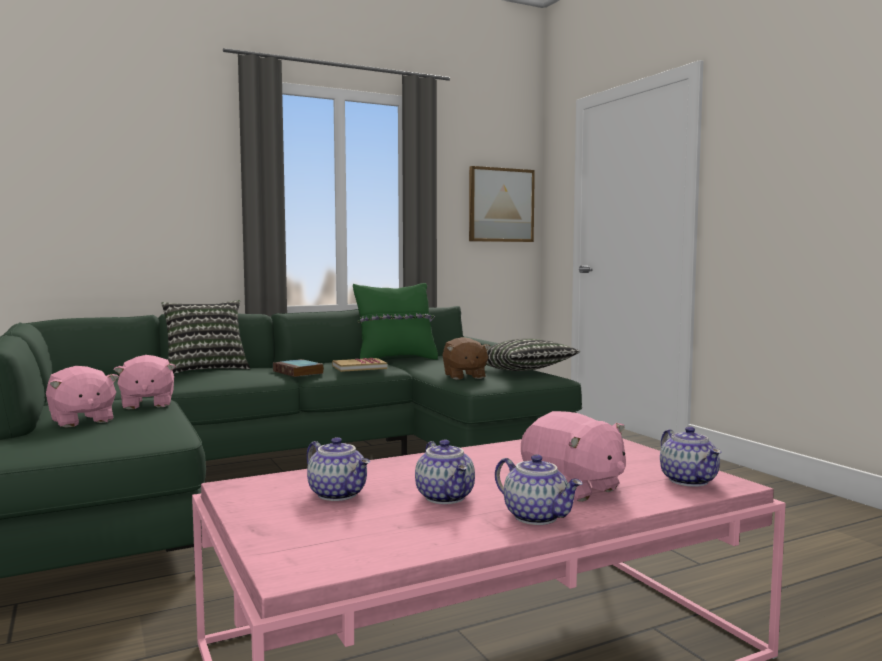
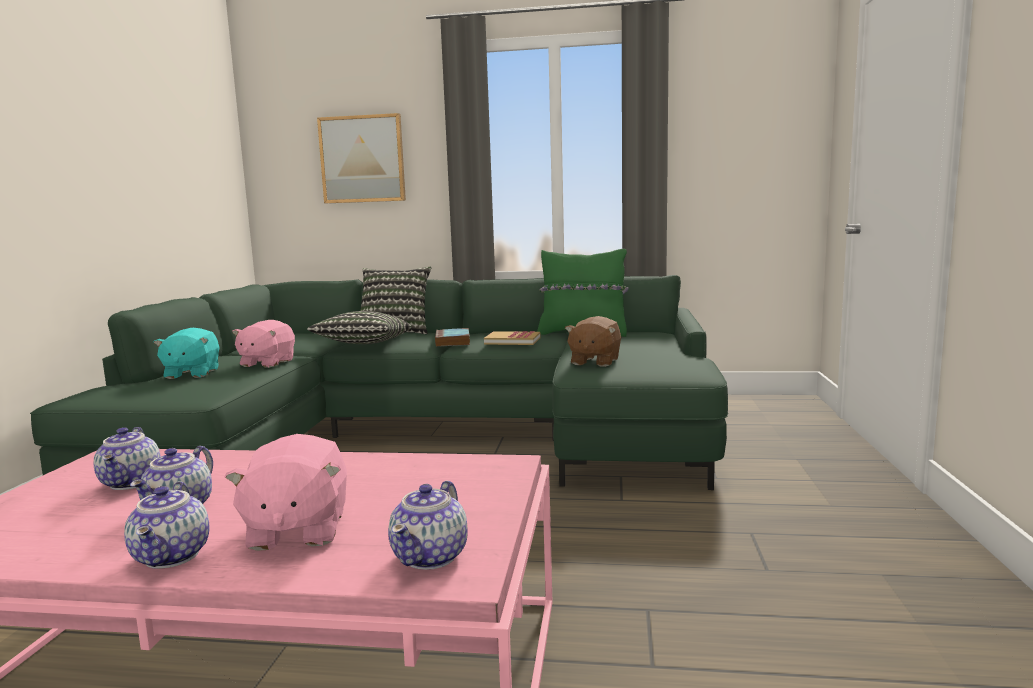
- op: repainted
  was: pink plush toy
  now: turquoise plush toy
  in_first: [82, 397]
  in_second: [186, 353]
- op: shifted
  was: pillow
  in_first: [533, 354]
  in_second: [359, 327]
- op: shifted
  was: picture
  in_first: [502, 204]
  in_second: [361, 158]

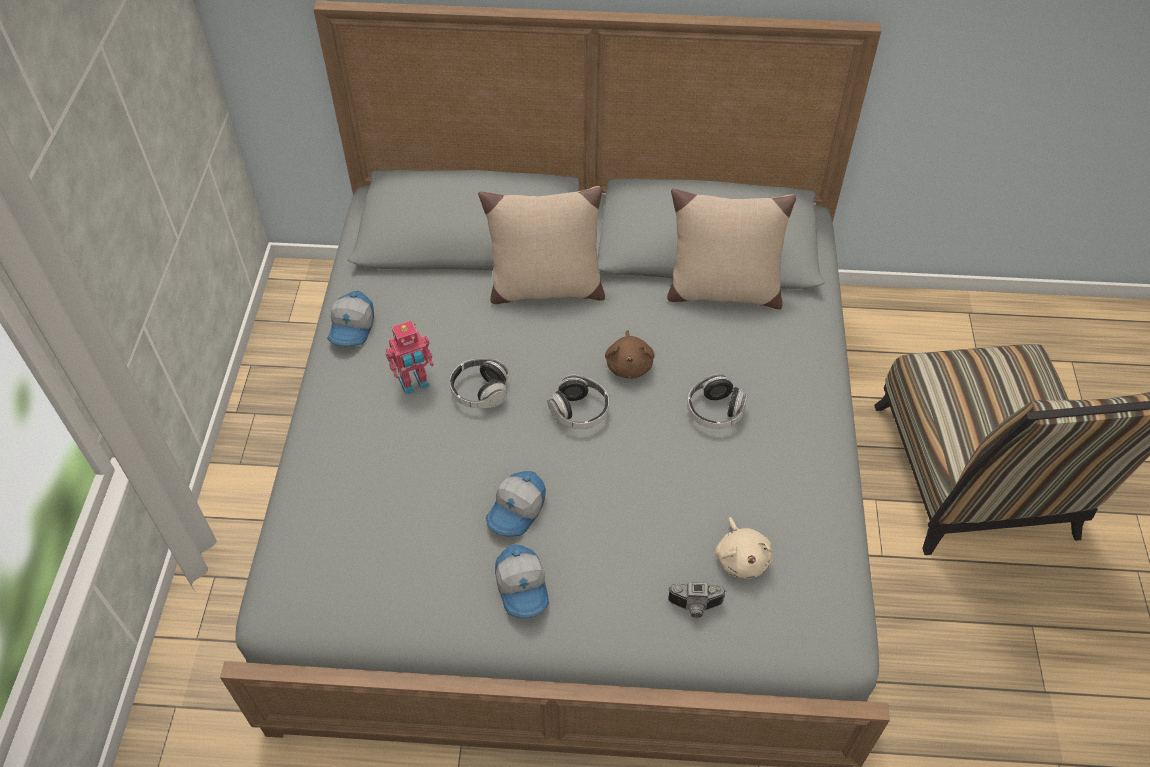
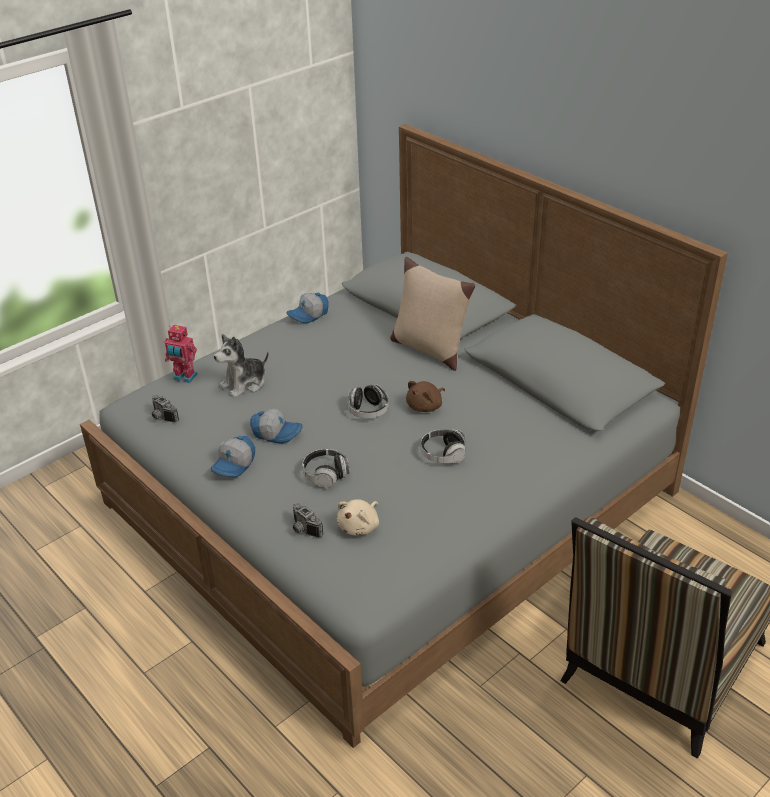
- op: new
  now: photo camera
  in_second: [165, 409]
- op: shifted
  was: toy robot
  in_first: [410, 358]
  in_second: [181, 354]
- op: new
  now: plush toy
  in_second: [241, 366]
- op: rotated
  was: cap
  in_first: [516, 503]
  in_second: [276, 426]
  clockwise: -150
- op: shifted
  was: headphones
  in_first: [479, 383]
  in_second: [326, 468]
- op: gone
  was: beige pillow
  in_first: [731, 249]

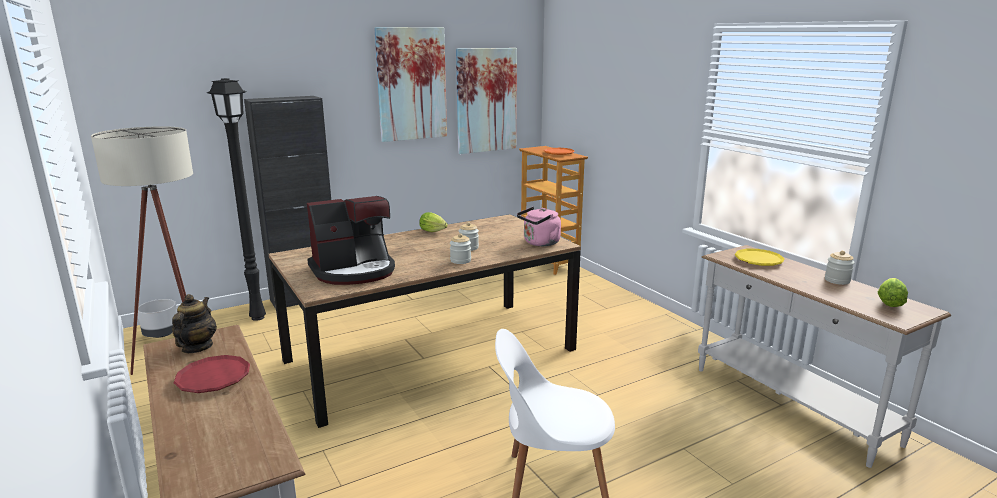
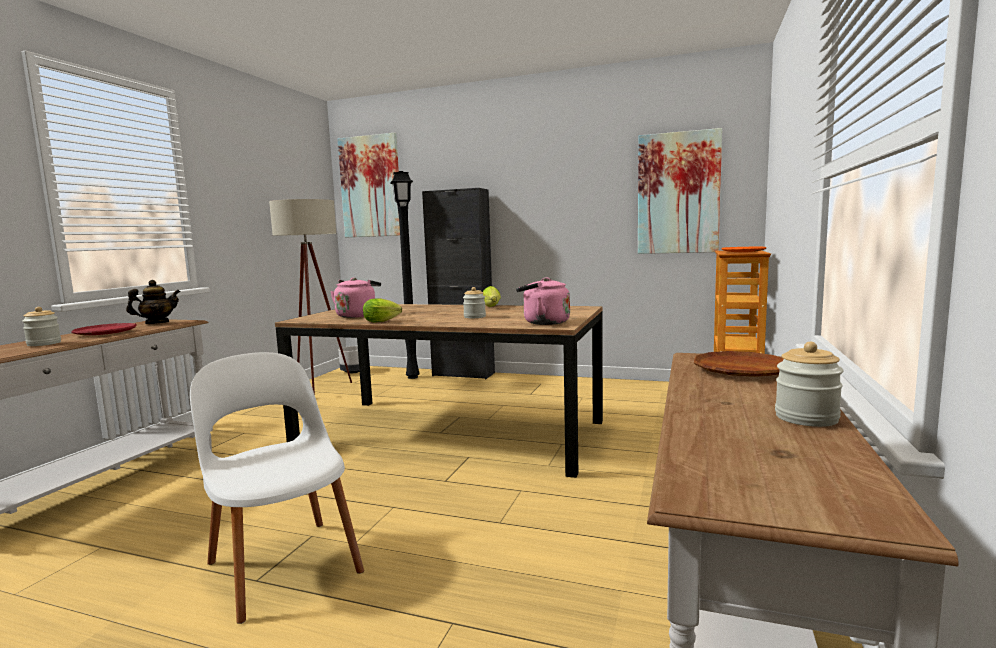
- op: shifted
  was: jar
  in_first: [460, 248]
  in_second: [41, 326]
- op: swapped
  was: coffee machine
  now: pink kettle
  in_first: [351, 240]
  in_second: [355, 297]
- op: shifted
  was: picture
  in_first: [410, 84]
  in_second: [369, 185]
- op: shifted
  was: lettuce
  in_first: [893, 292]
  in_second: [382, 310]
- op: repainted
  was: yellow plate
  now: brown plate
  in_first: [759, 257]
  in_second: [738, 364]

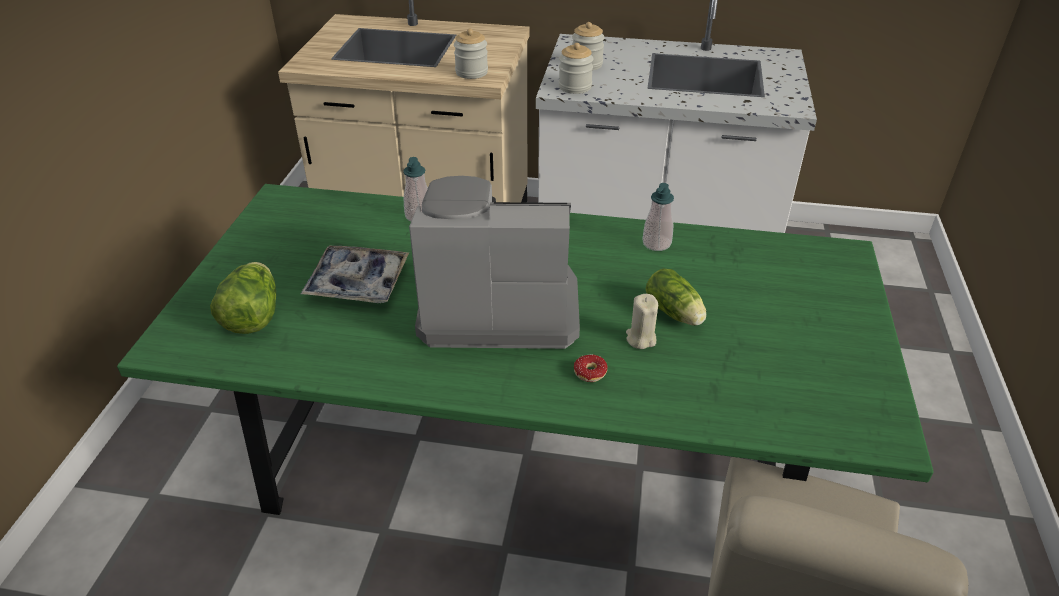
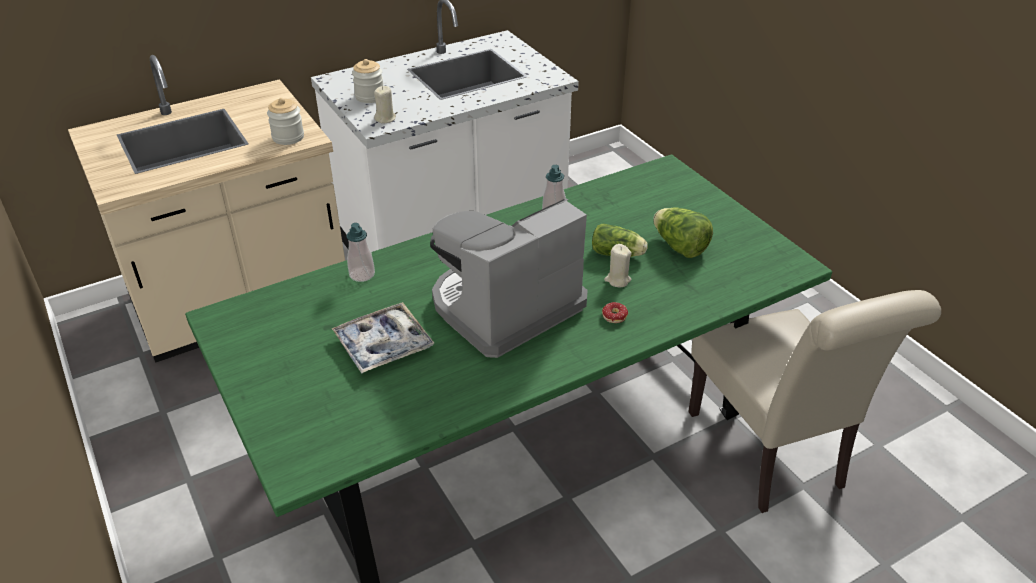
- op: swapped
  was: jar
  now: beige candle
  in_first: [576, 68]
  in_second: [385, 105]
- op: shifted
  was: lettuce
  in_first: [243, 298]
  in_second: [683, 232]

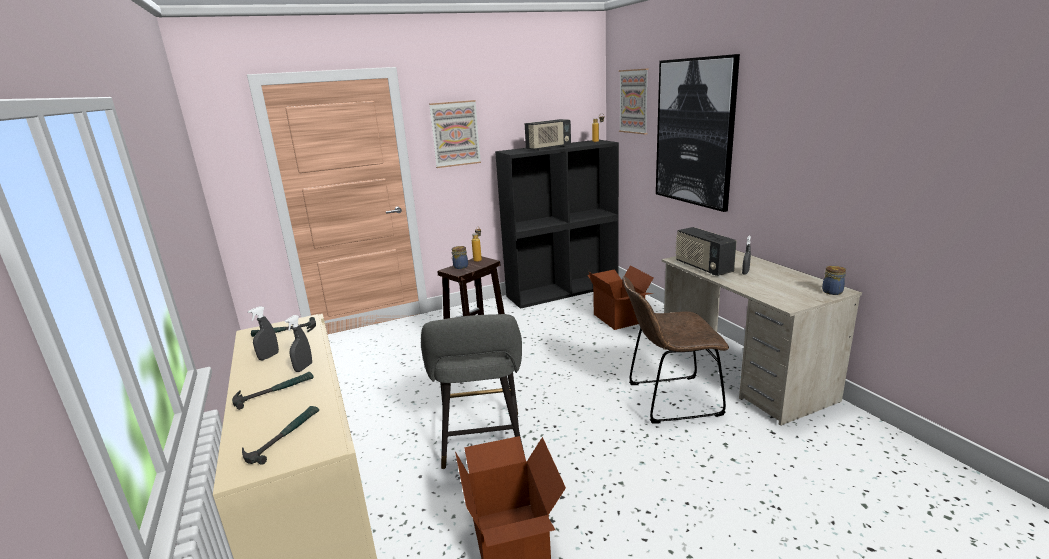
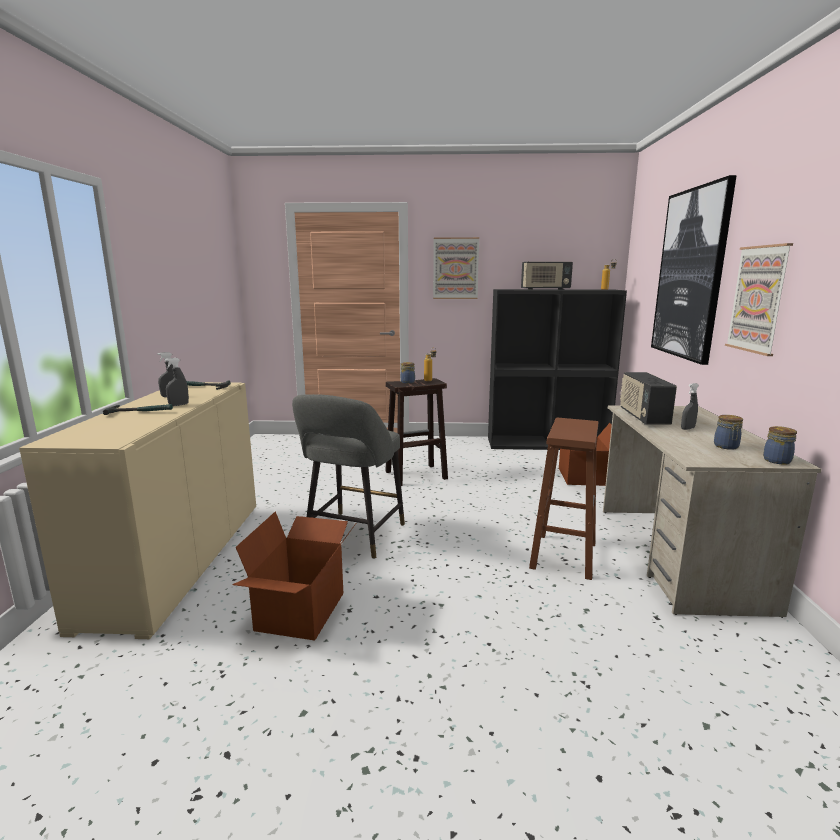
- op: swapped
  was: brown chair
  now: brown stool
  in_first: [675, 349]
  in_second: [564, 499]
- op: new
  now: jar
  in_second: [728, 432]
- op: shifted
  was: picture
  in_first: [634, 101]
  in_second: [759, 299]
- op: gone
  was: hammer
  in_first: [280, 435]

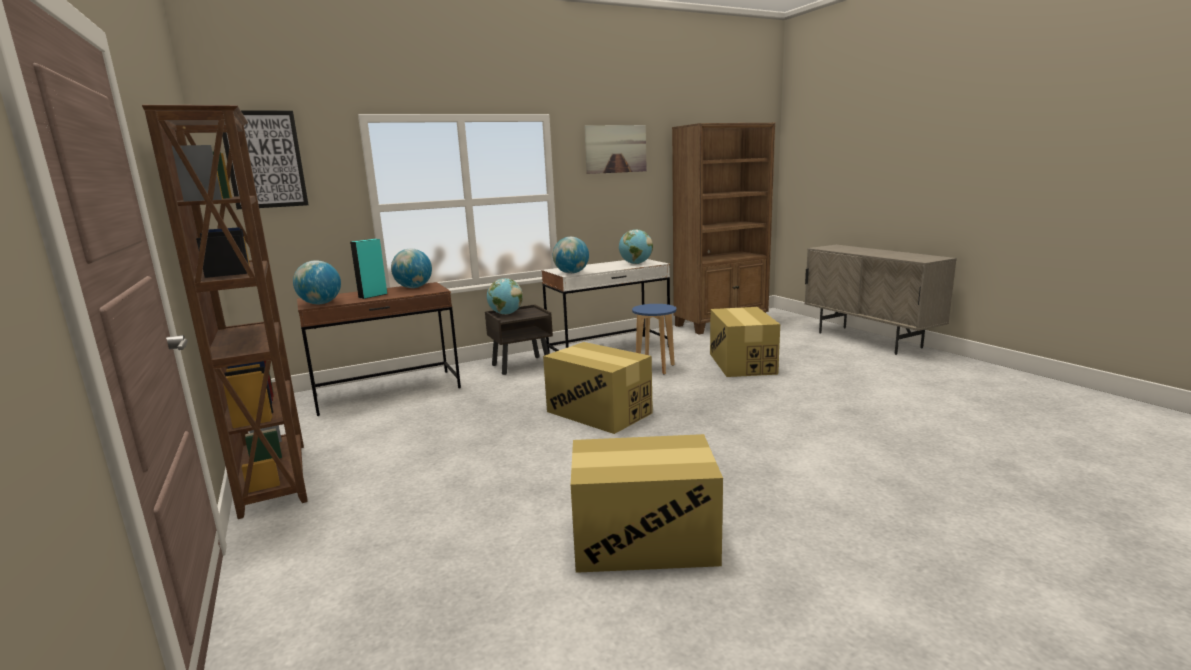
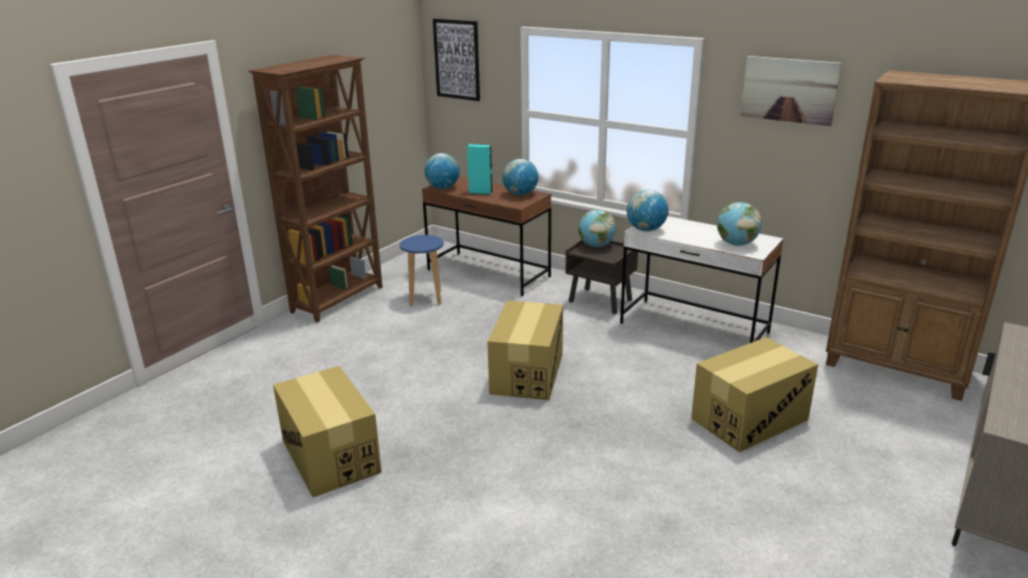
- op: shifted
  was: blue stool
  in_first: [654, 339]
  in_second: [422, 270]

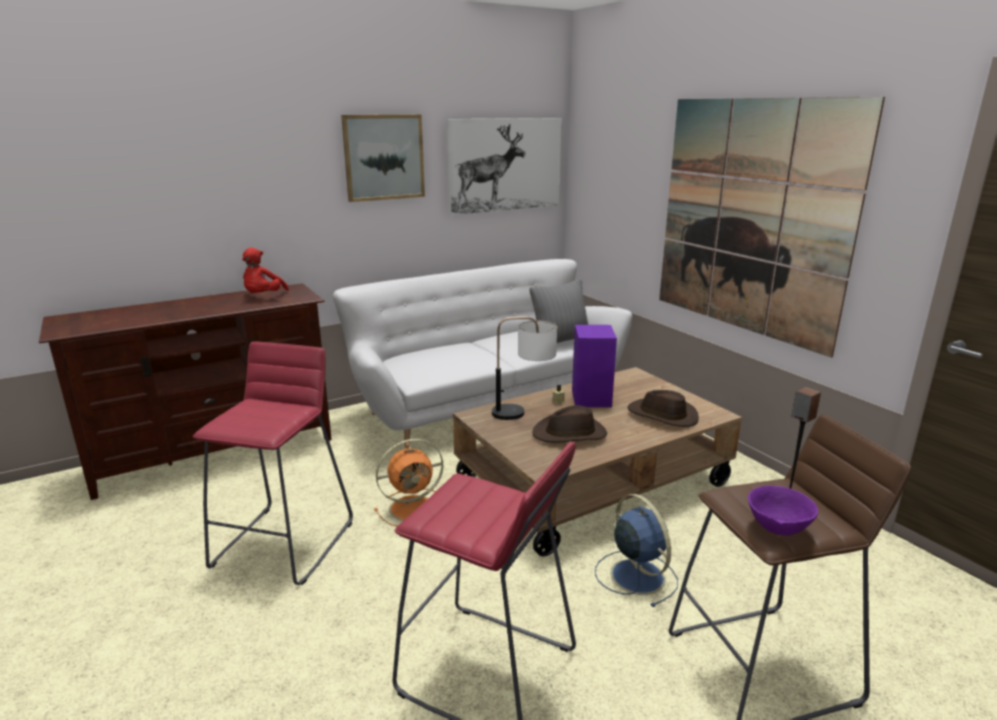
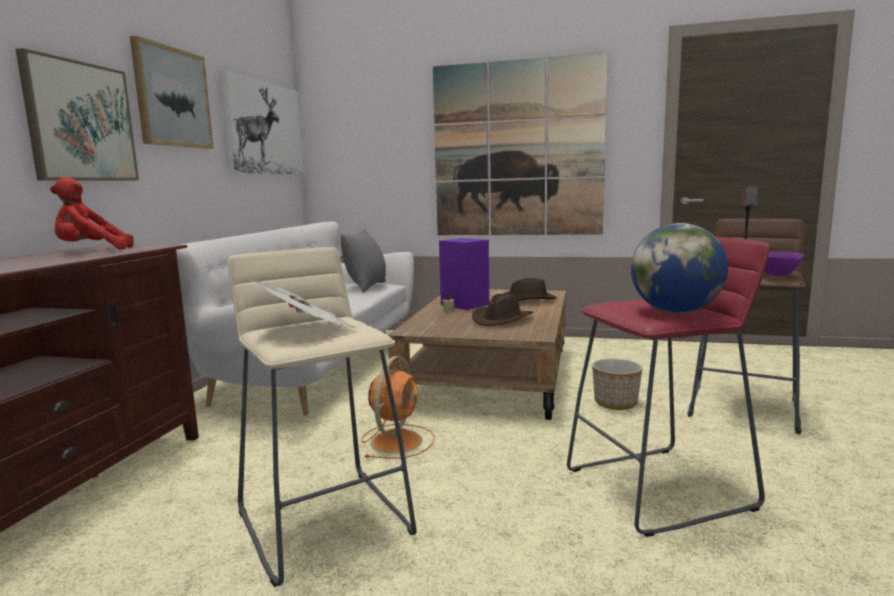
- op: new
  now: picture
  in_second: [77, 114]
- op: rotated
  was: red plush toy
  in_first: [265, 270]
  in_second: [92, 213]
  clockwise: 105
- op: repainted
  was: red stool
  now: beige stool
  in_first: [273, 463]
  in_second: [322, 417]
- op: new
  now: newspaper
  in_second: [303, 303]
- op: swapped
  was: blue fan
  now: planter
  in_first: [636, 550]
  in_second: [617, 384]
- op: new
  now: globe
  in_second: [679, 268]
- op: gone
  was: table lamp
  in_first: [524, 368]

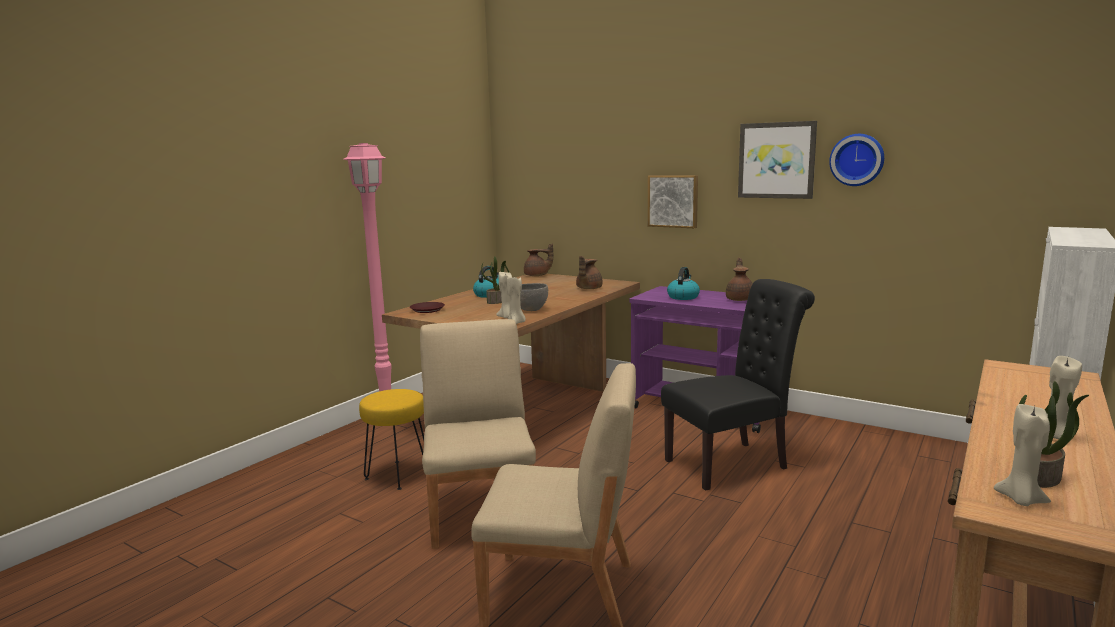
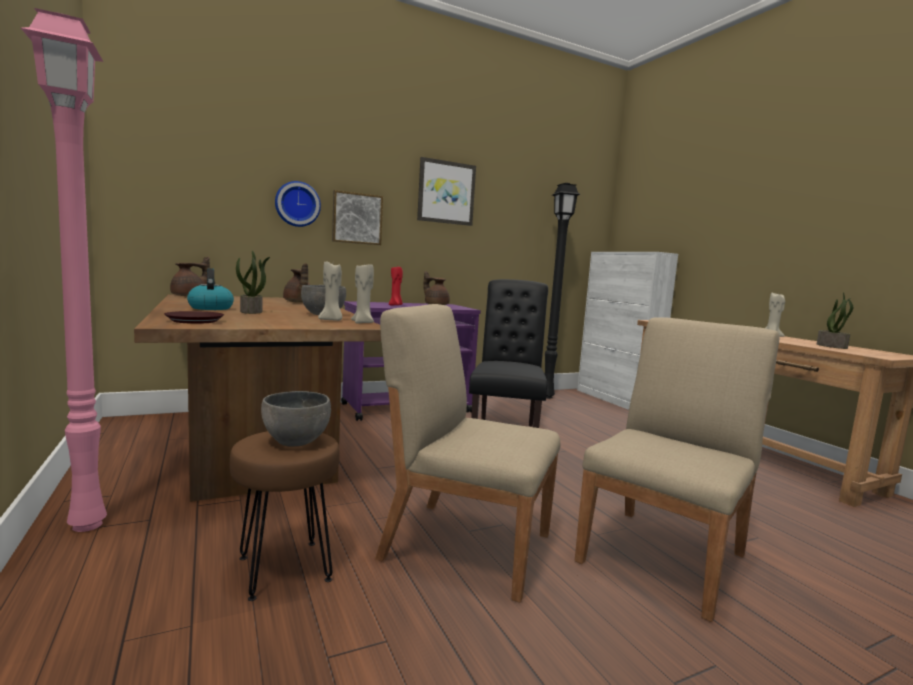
- op: repainted
  was: yellow stool
  now: brown stool
  in_first: [391, 439]
  in_second: [285, 516]
- op: new
  now: grey bowl
  in_second: [296, 419]
- op: shifted
  was: wall clock
  in_first: [856, 160]
  in_second: [298, 204]
- op: swapped
  was: kettle
  now: red candle
  in_first: [683, 283]
  in_second: [396, 286]
- op: new
  now: black floor lamp
  in_second: [562, 291]
- op: gone
  was: beige candle
  in_first: [1022, 455]

